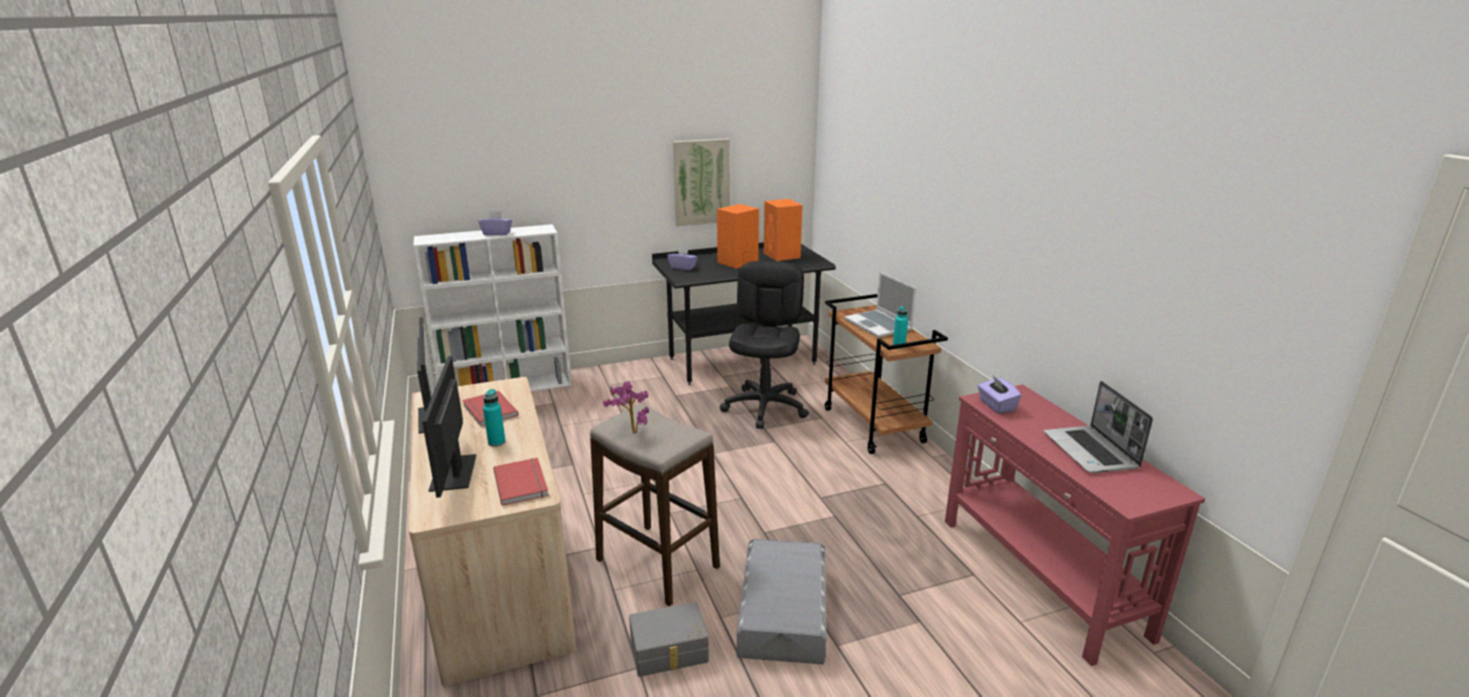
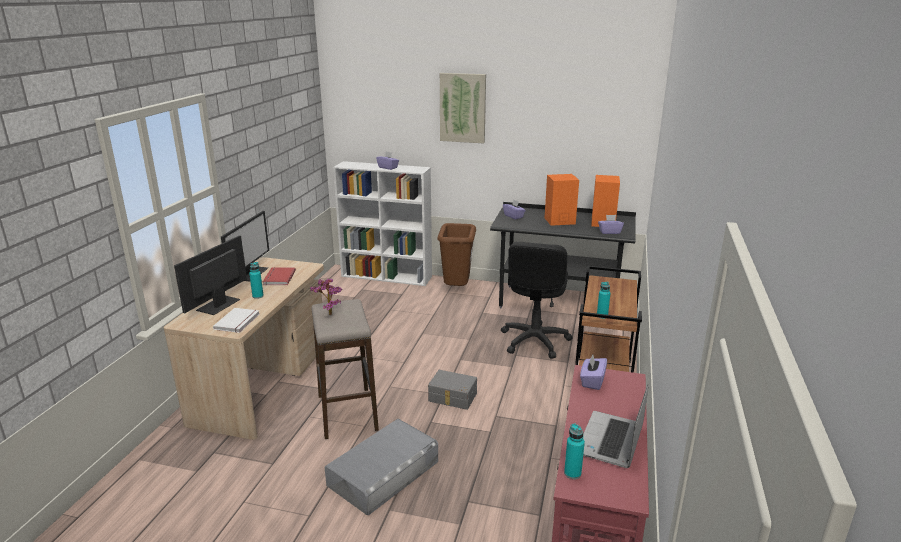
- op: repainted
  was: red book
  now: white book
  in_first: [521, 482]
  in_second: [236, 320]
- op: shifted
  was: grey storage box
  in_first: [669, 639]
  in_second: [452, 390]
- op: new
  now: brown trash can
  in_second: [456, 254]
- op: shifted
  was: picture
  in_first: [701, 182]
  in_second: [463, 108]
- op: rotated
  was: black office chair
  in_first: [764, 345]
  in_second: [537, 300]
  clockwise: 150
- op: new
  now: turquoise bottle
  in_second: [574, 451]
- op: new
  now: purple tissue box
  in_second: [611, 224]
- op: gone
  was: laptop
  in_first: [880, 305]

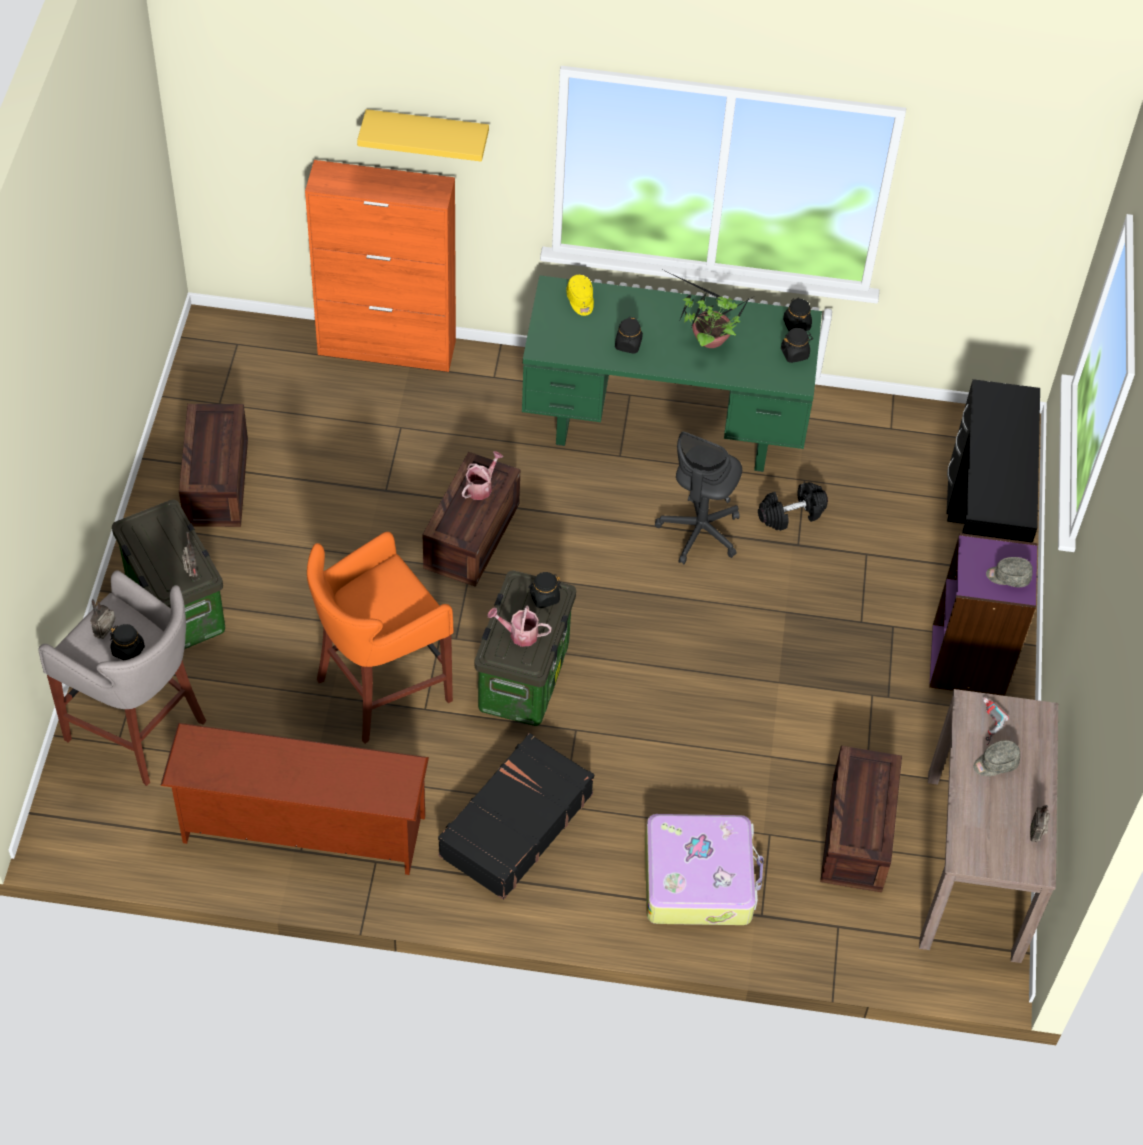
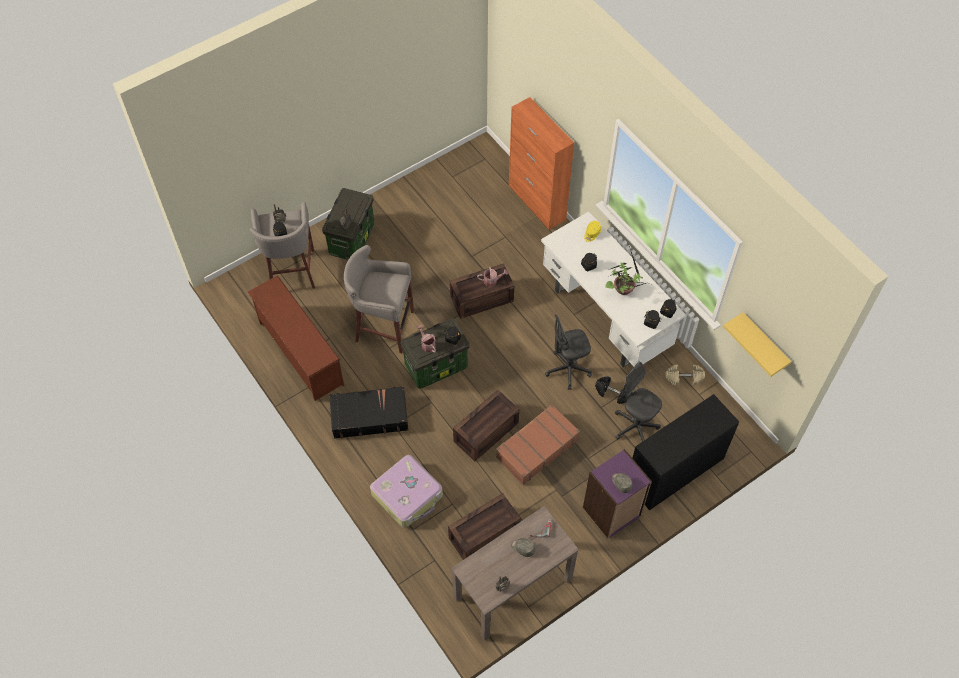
- op: repainted
  was: orange stool
  now: grey stool
  in_first: [380, 638]
  in_second: [379, 299]
- op: shifted
  was: crate
  in_first: [213, 465]
  in_second: [486, 425]
- op: new
  now: brown suitcase
  in_second: [538, 444]
- op: repainted
  was: green desk
  now: white desk
  in_first: [672, 373]
  in_second: [613, 289]
- op: new
  now: grey office chair
  in_second: [638, 402]
- op: new
  now: beige dumbbell
  in_second: [685, 375]
- op: shifted
  was: yellow shelf
  in_first: [423, 135]
  in_second: [757, 344]

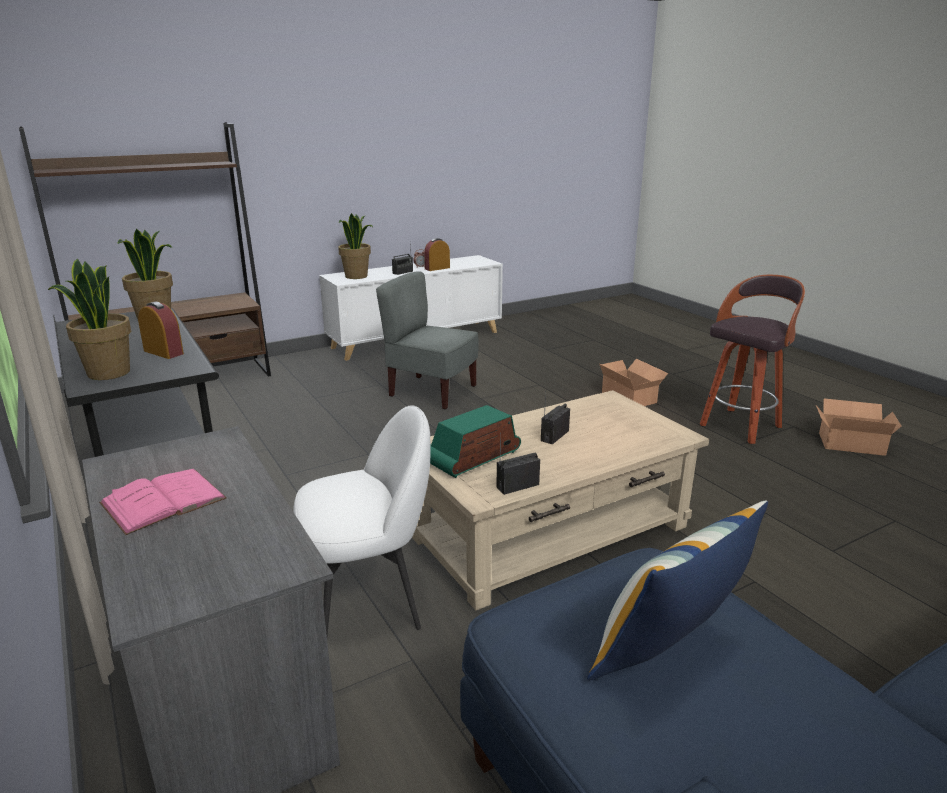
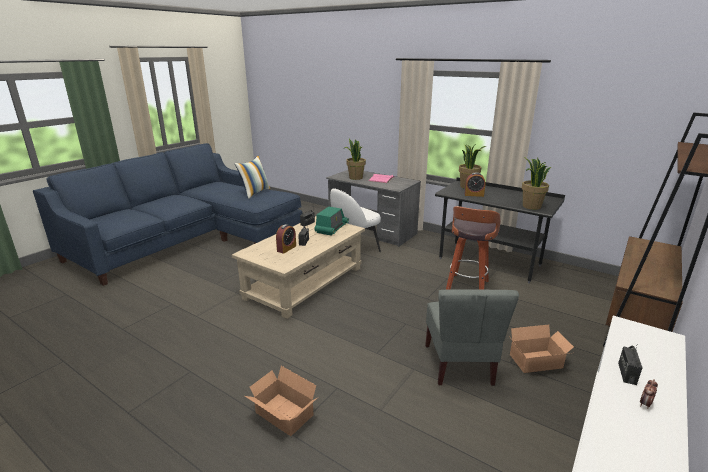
- op: shifted
  was: alarm clock
  in_first: [437, 254]
  in_second: [286, 239]
- op: shifted
  was: potted plant
  in_first: [355, 246]
  in_second: [354, 159]
- op: rotated
  was: grey chair
  in_first: [427, 340]
  in_second: [472, 337]
  clockwise: 90
- op: shifted
  was: stool
  in_first: [752, 359]
  in_second: [473, 248]
- op: shifted
  was: cardboard box
  in_first: [858, 427]
  in_second: [542, 349]

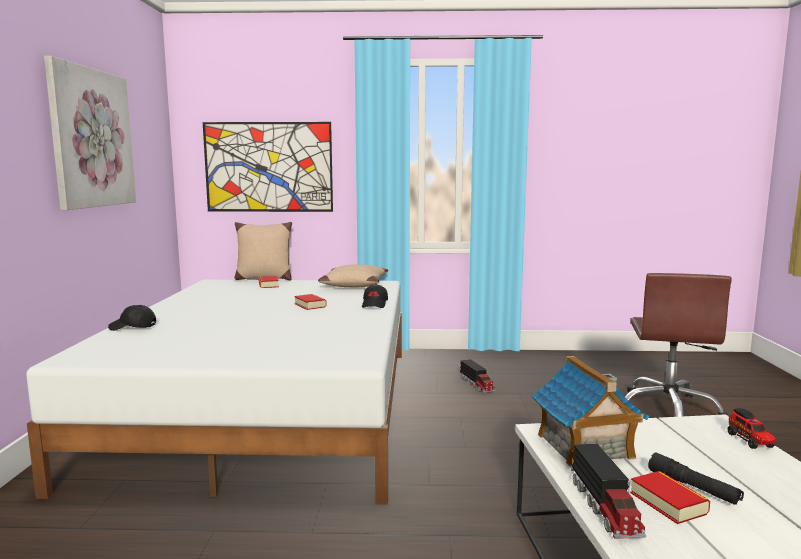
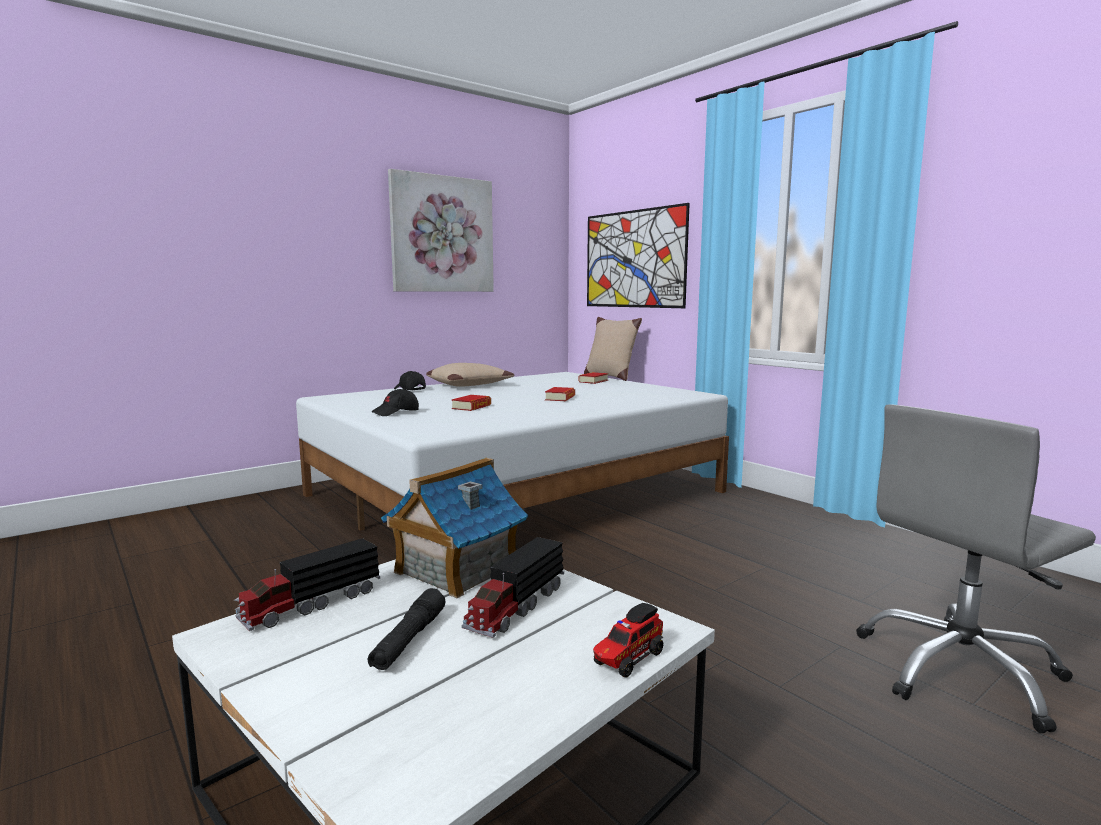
- op: shifted
  was: black cap
  in_first: [375, 296]
  in_second: [395, 402]
- op: shifted
  was: beige pillow
  in_first: [353, 276]
  in_second: [470, 375]
- op: shifted
  was: book
  in_first: [670, 497]
  in_second: [471, 403]
- op: shifted
  was: toy truck
  in_first: [477, 376]
  in_second: [513, 587]
- op: repainted
  was: brown office chair
  now: grey office chair
  in_first: [678, 345]
  in_second: [976, 568]

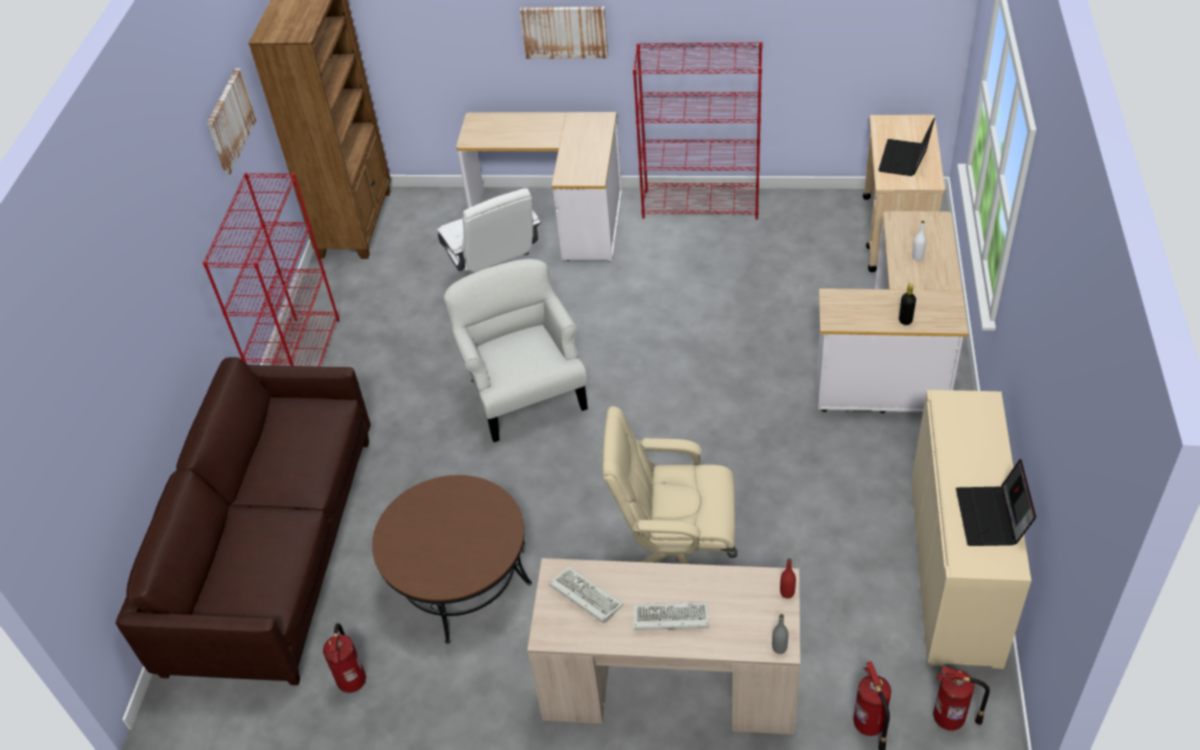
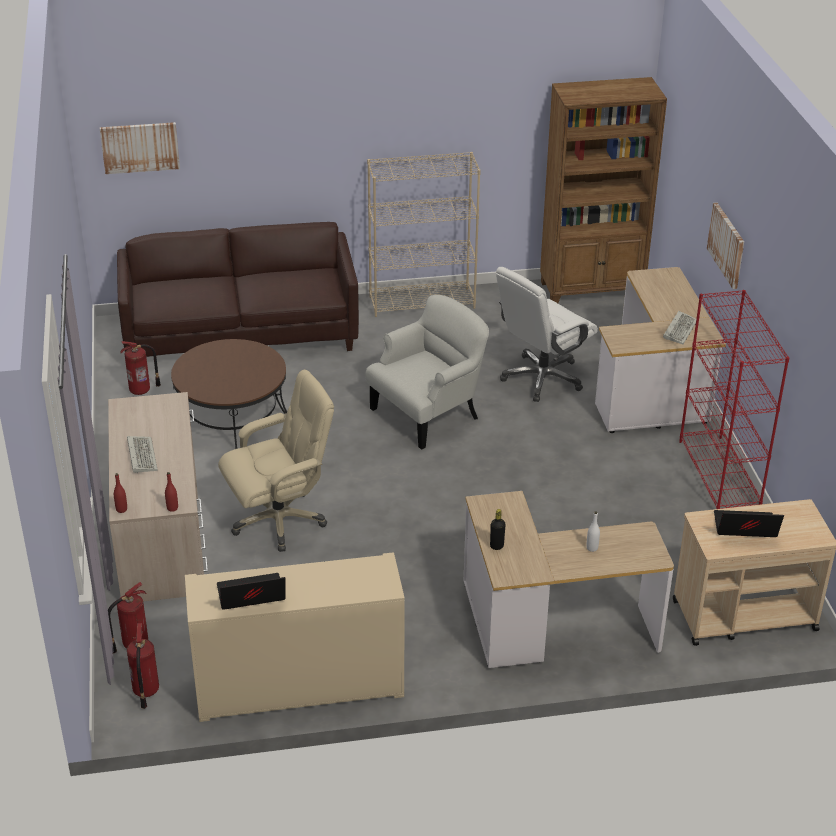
- op: shifted
  was: picture
  in_first: [232, 122]
  in_second: [140, 148]
- op: repainted
  was: grey bottle
  now: red bottle
  in_first: [780, 634]
  in_second: [120, 493]
- op: rotated
  was: beige office chair
  in_first: [669, 485]
  in_second: [276, 460]
  clockwise: 75
- op: repainted
  was: red bookcase
  now: beige bookcase
  in_first: [271, 270]
  in_second: [424, 234]
- op: shifted
  was: keyboard
  in_first: [586, 594]
  in_second: [679, 327]

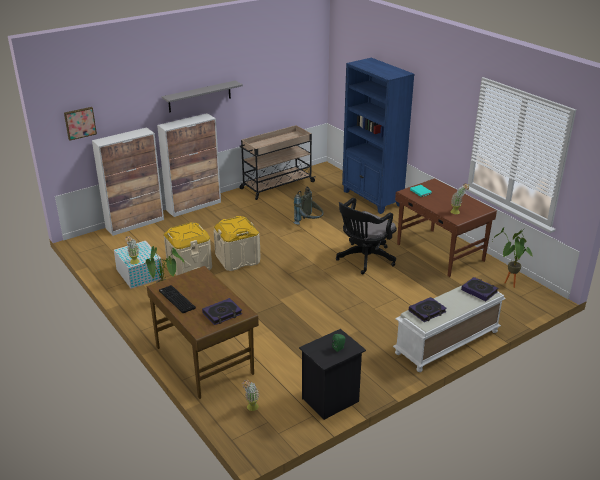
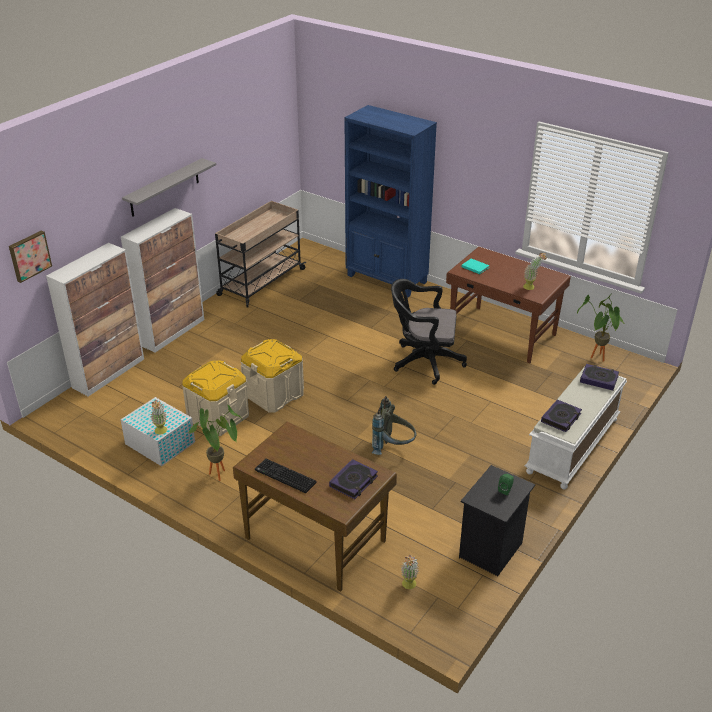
- op: shifted
  was: grey backpack
  in_first: [308, 205]
  in_second: [394, 425]
- op: rotated
  was: black office chair
  in_first: [366, 236]
  in_second: [429, 332]
  clockwise: 75

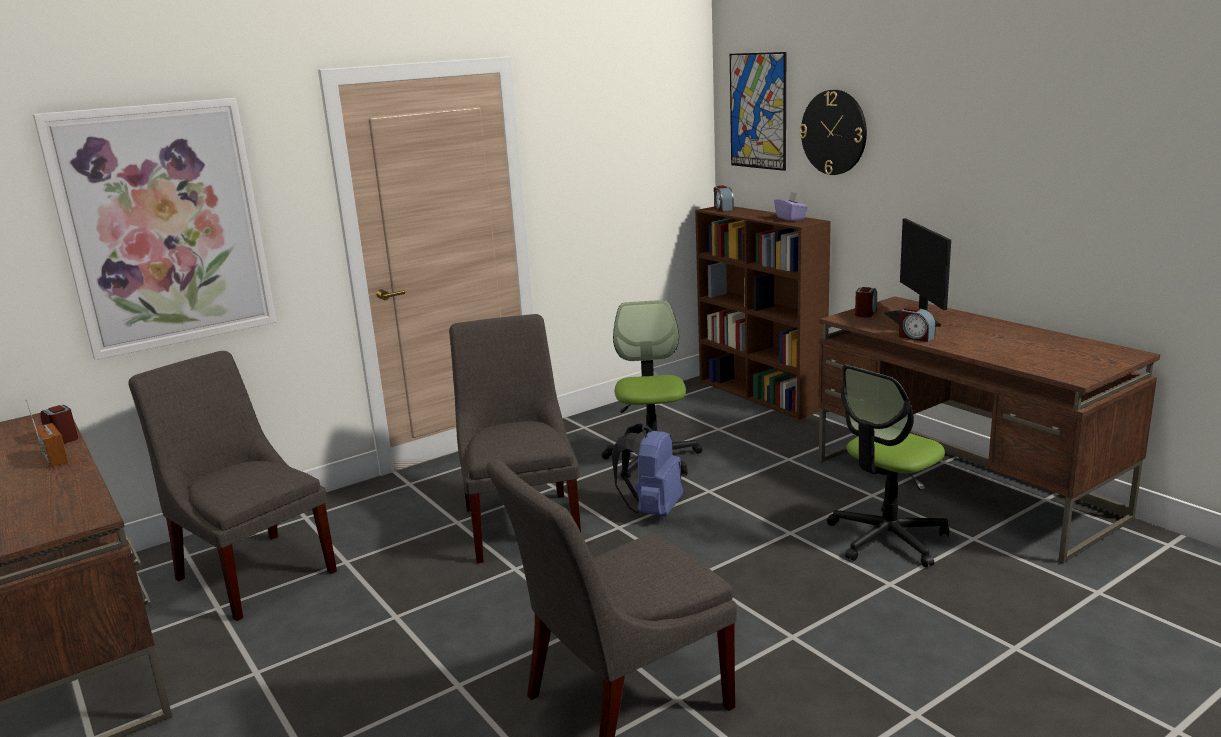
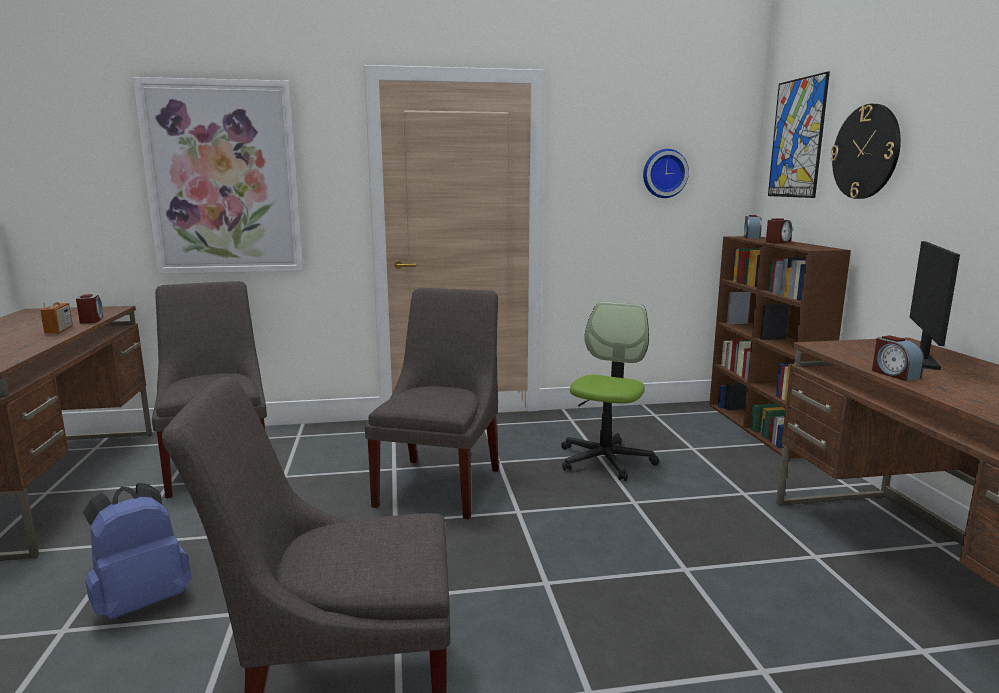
- op: shifted
  was: blue backpack
  in_first: [647, 469]
  in_second: [137, 551]
- op: new
  now: wall clock
  in_second: [666, 173]
- op: shifted
  was: alarm clock
  in_first: [866, 302]
  in_second: [779, 230]
- op: gone
  was: purple tissue box
  in_first: [791, 206]
- op: gone
  was: office chair
  in_first: [888, 466]

